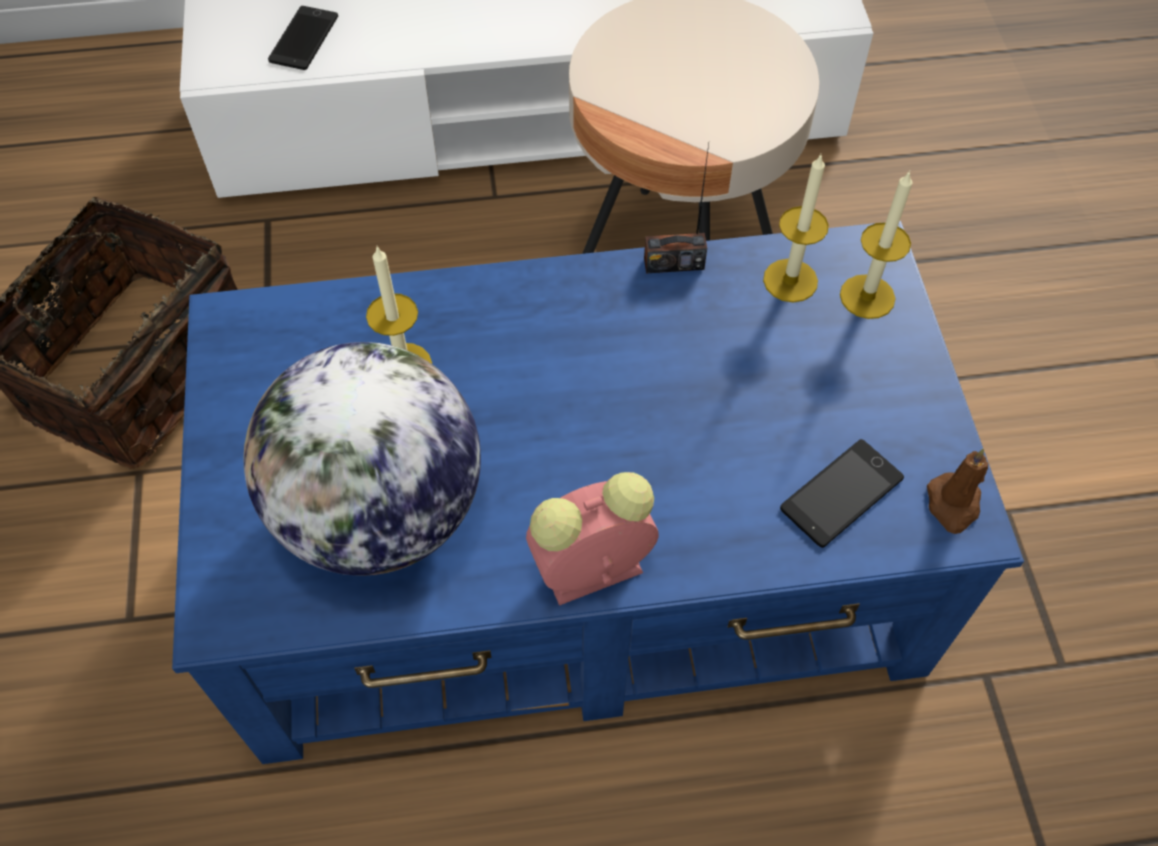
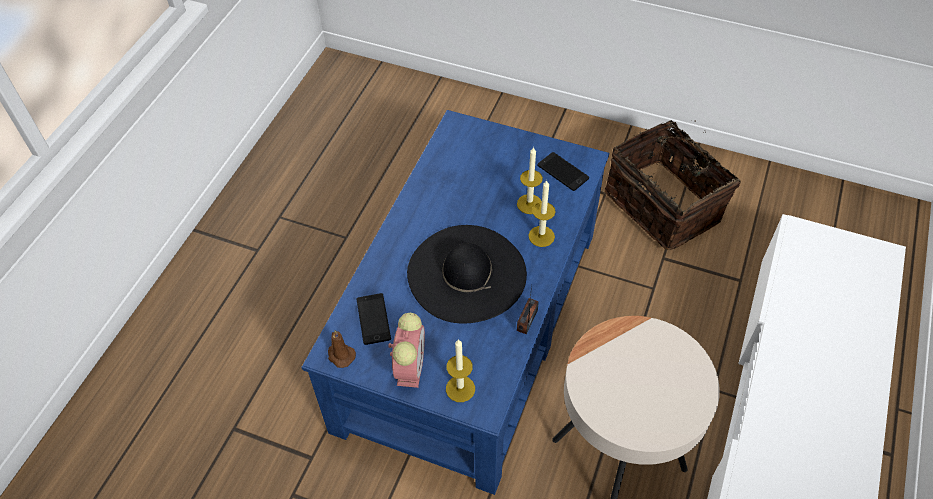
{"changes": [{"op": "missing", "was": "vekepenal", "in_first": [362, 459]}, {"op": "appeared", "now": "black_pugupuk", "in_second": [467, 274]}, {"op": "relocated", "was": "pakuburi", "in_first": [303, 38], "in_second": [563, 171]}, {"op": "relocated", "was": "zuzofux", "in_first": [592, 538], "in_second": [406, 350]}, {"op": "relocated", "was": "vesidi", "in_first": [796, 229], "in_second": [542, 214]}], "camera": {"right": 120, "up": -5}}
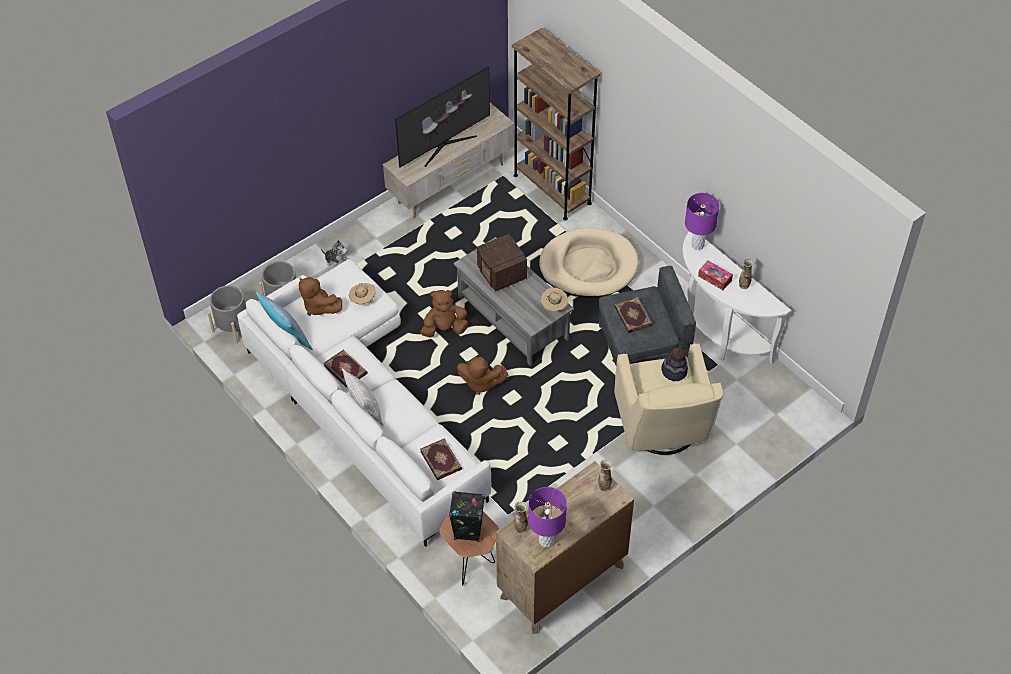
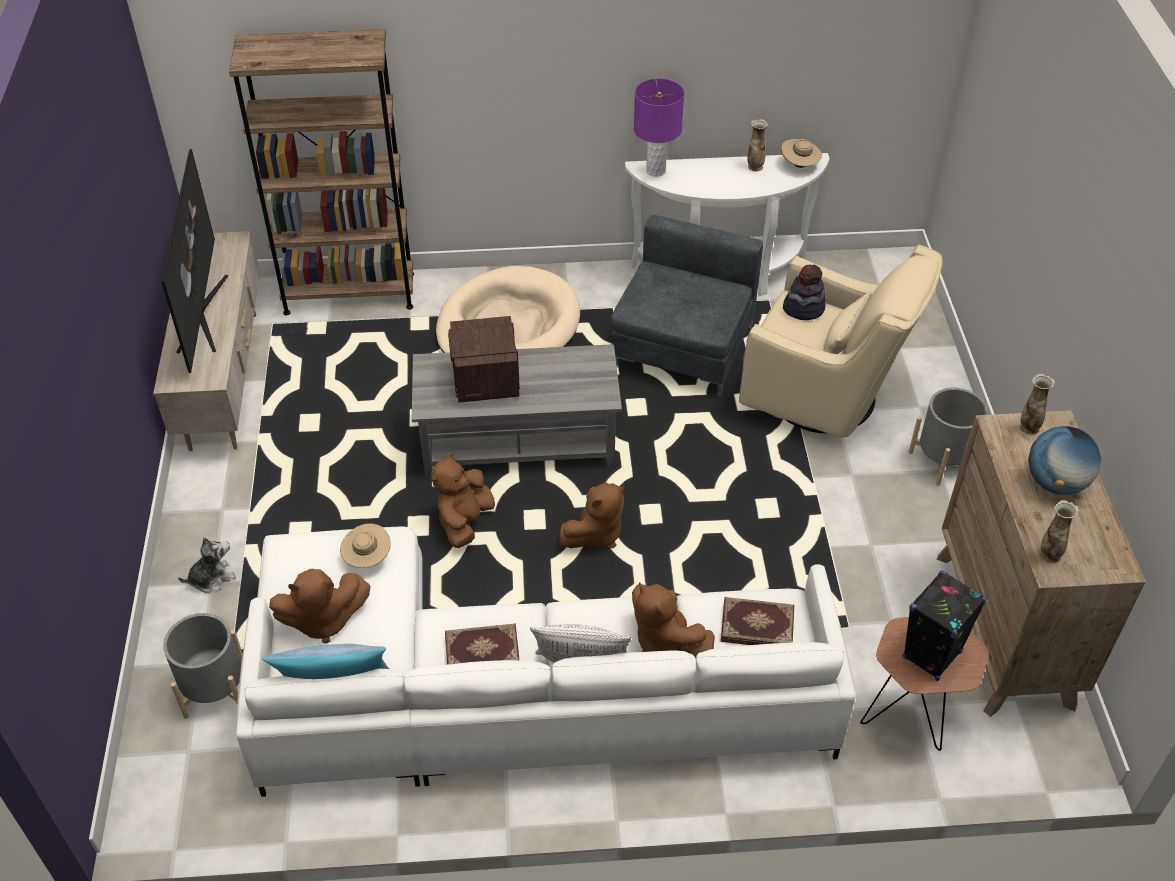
{"changes": [{"op": "missing", "was": "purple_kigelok", "in_first": [547, 517]}, {"op": "missing", "was": "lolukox", "in_first": [633, 315]}, {"op": "missing", "was": "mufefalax", "in_first": [715, 275]}, {"op": "appeared", "now": "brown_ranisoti", "in_second": [673, 620]}, {"op": "appeared", "now": "vekepenal", "in_second": [1064, 460]}, {"op": "relocated", "was": "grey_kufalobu", "in_first": [227, 314], "in_second": [948, 437]}, {"op": "relocated", "was": "beige_pugupuk", "in_first": [554, 299], "in_second": [801, 153]}, {"op": "spun", "was": "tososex", "in_first": [502, 263], "in_second": [484, 359], "clockwise": 75}], "camera": {"right": -55, "up": -5}}
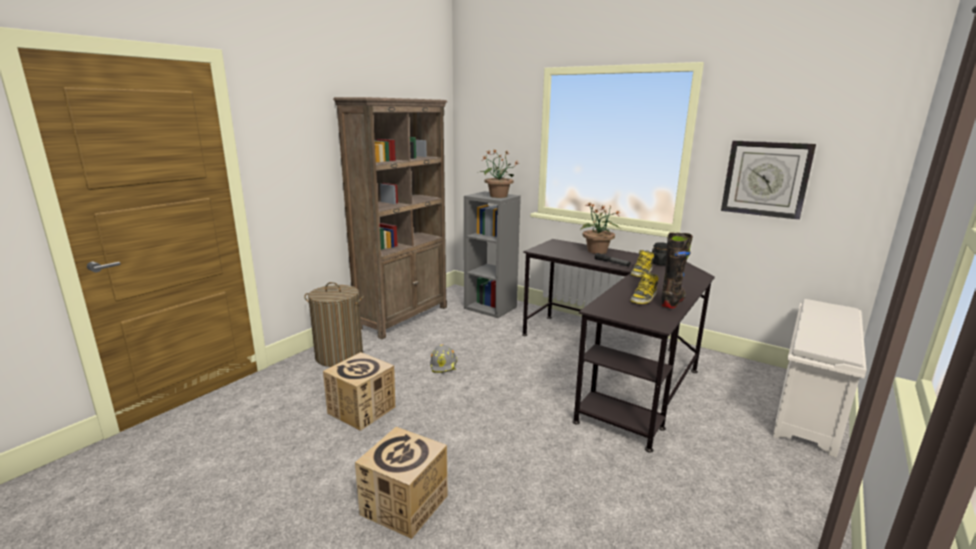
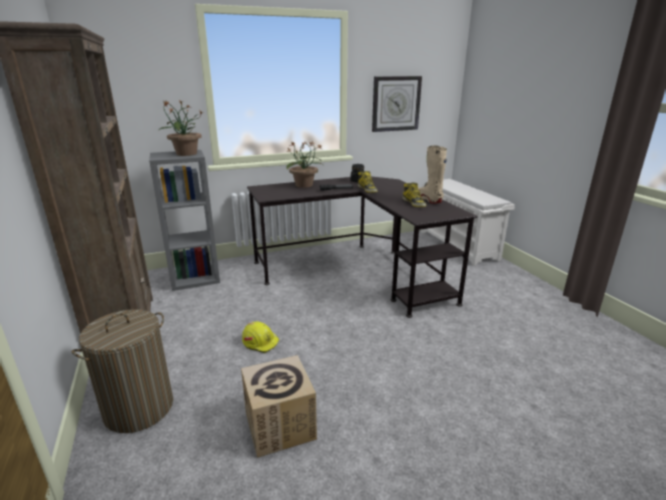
{"changes": [{"op": "missing", "was": "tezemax", "in_first": [401, 483]}, {"op": "colour", "was": "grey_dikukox", "now": "yellow_dikukox", "in_first": [443, 359], "in_second": [260, 337]}, {"op": "colour", "was": "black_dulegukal", "now": "beige_dulegukal", "in_first": [677, 270], "in_second": [432, 174]}], "camera": {"right": -55, "up": 5}}
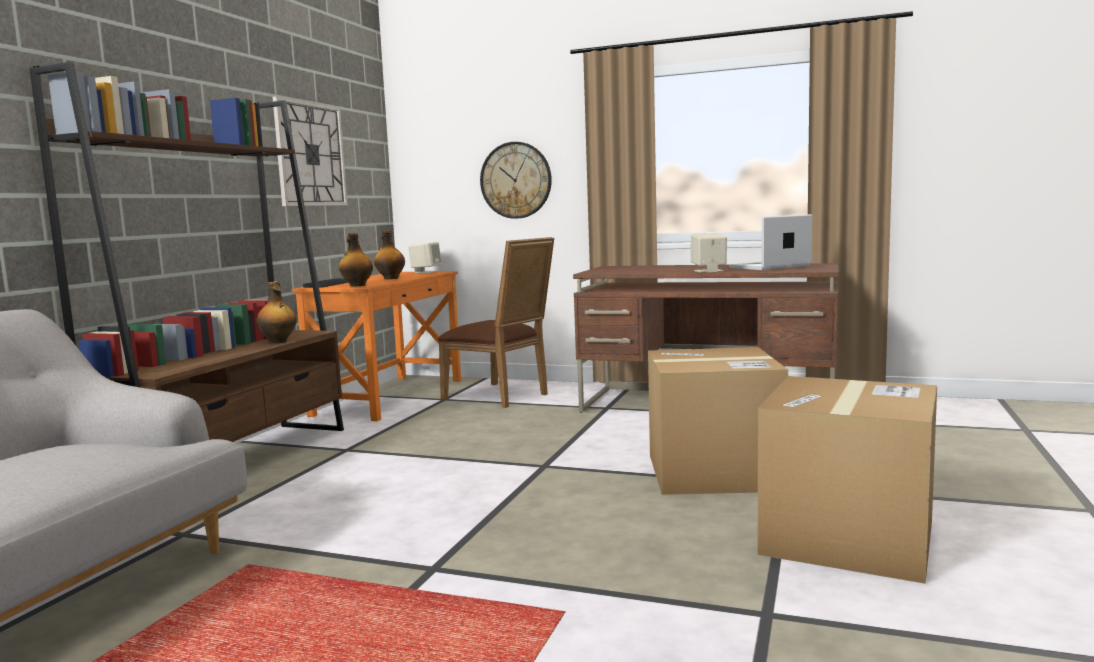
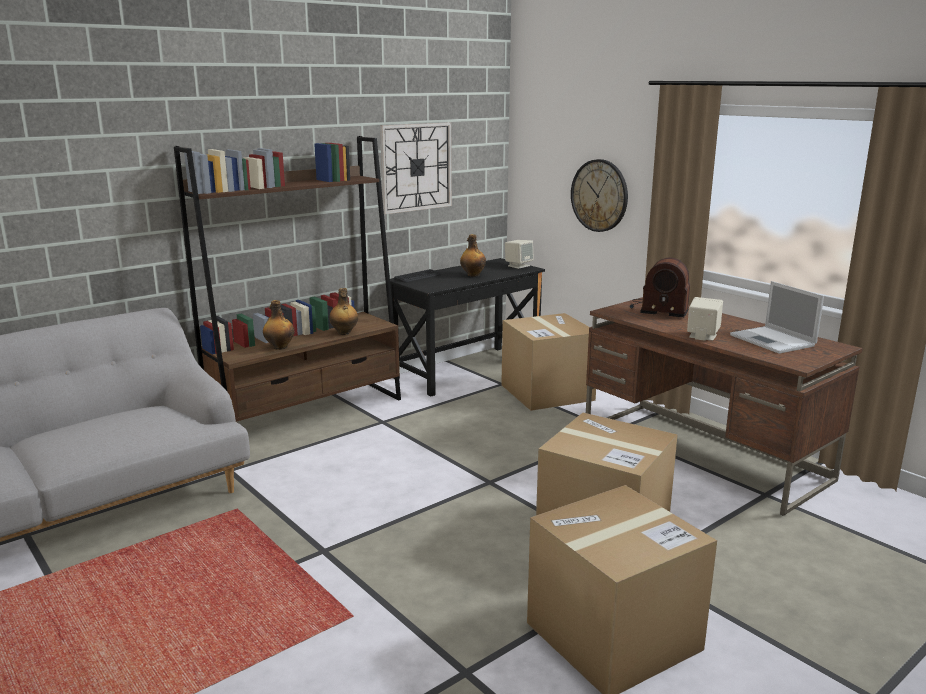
{"changes": [{"op": "appeared", "now": "tososex", "in_second": [660, 287]}, {"op": "relocated", "was": "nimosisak", "in_first": [356, 260], "in_second": [279, 325]}, {"op": "exchanged", "was": "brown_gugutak", "now": "tezemax", "in_first": [496, 322], "in_second": [548, 362]}, {"op": "colour", "was": "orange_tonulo", "now": "black_tonulo", "in_first": [376, 346], "in_second": [467, 327]}, {"op": "spun", "was": "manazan", "in_first": [770, 242], "in_second": [777, 317], "clockwise": -120}], "camera": {"right": 30, "up": 10}}
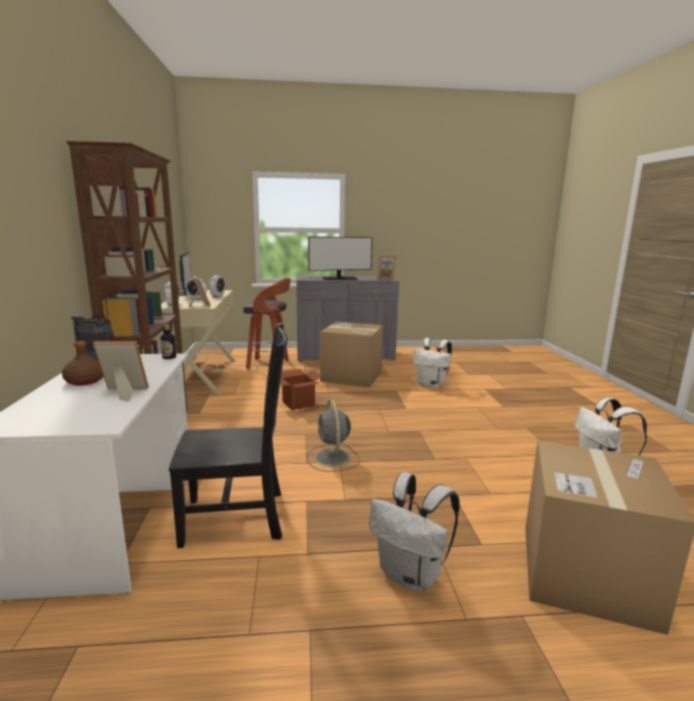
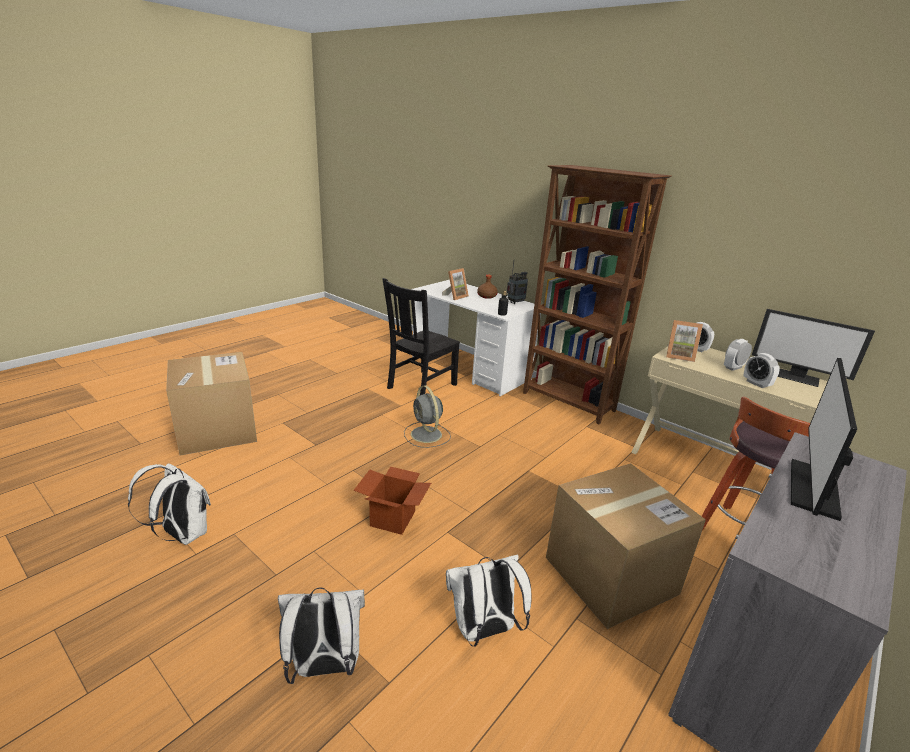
{"changes": [{"op": "missing", "was": "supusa", "in_first": [386, 267]}, {"op": "relocated", "was": "tezemax", "in_first": [301, 389], "in_second": [392, 501]}, {"op": "relocated", "was": "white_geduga", "in_first": [414, 532], "in_second": [321, 635]}, {"op": "spun", "was": "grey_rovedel", "in_first": [333, 436], "in_second": [427, 416], "clockwise": -150}], "camera": {"right": 135, "up": 10}}
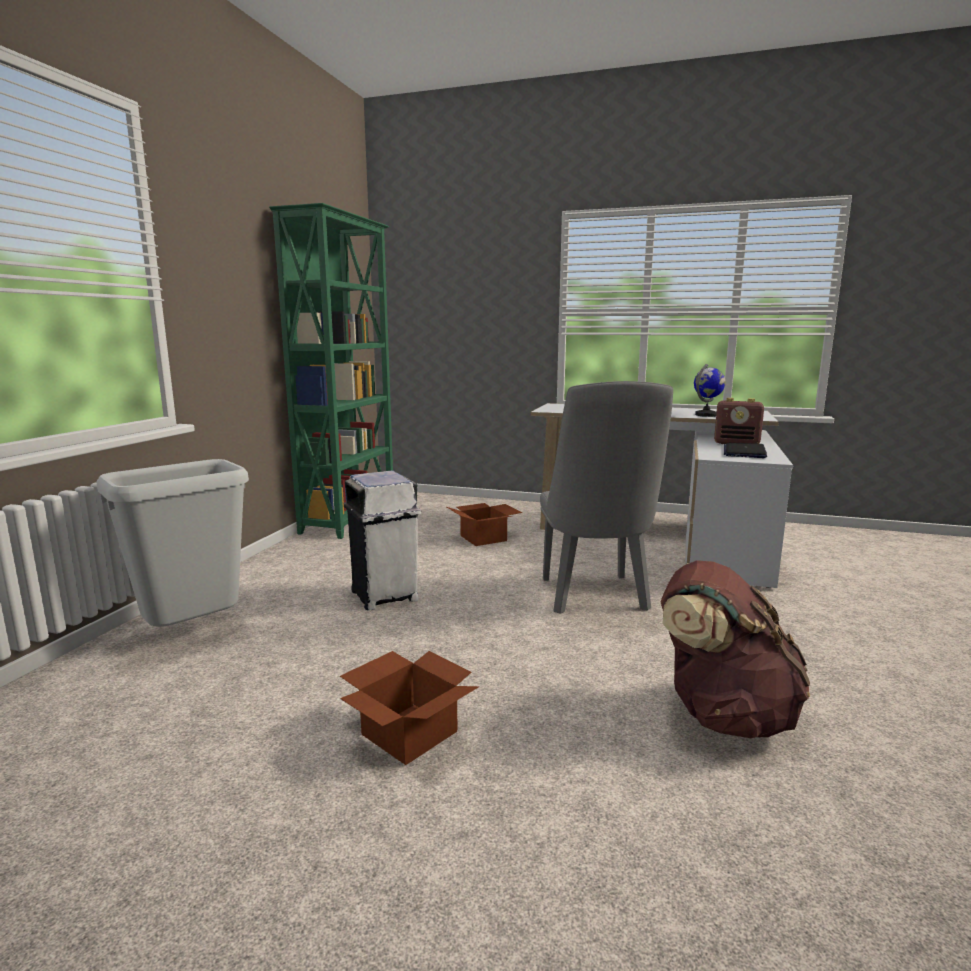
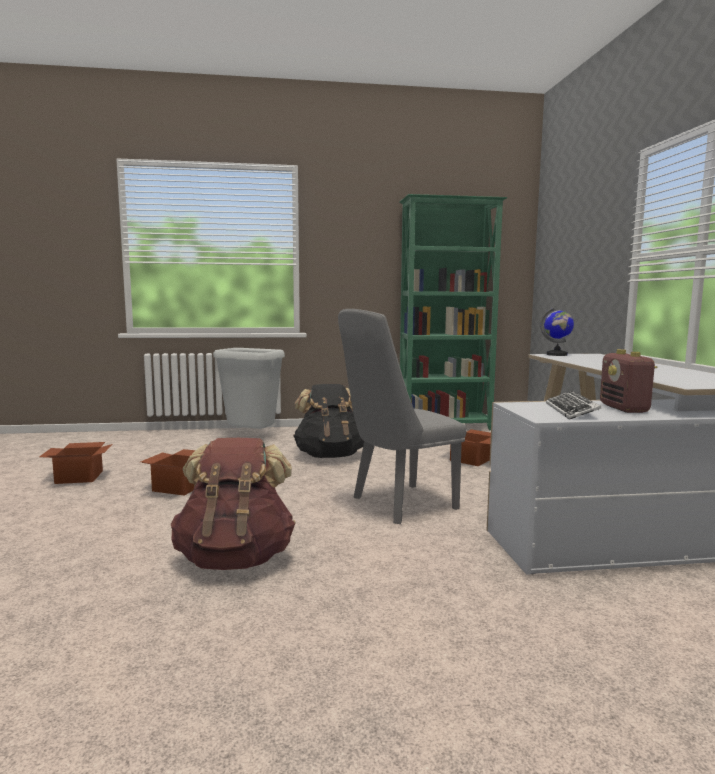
{"changes": [{"op": "appeared", "now": "tezemax", "in_second": [76, 463]}, {"op": "relocated", "was": "vekepenal", "in_first": [710, 390], "in_second": [557, 331]}, {"op": "exchanged", "was": "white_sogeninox", "now": "black_geduga", "in_first": [382, 541], "in_second": [328, 421]}, {"op": "exchanged", "was": "manazan", "now": "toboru", "in_first": [745, 450], "in_second": [573, 405]}], "camera": {"right": 65, "up": -5}}
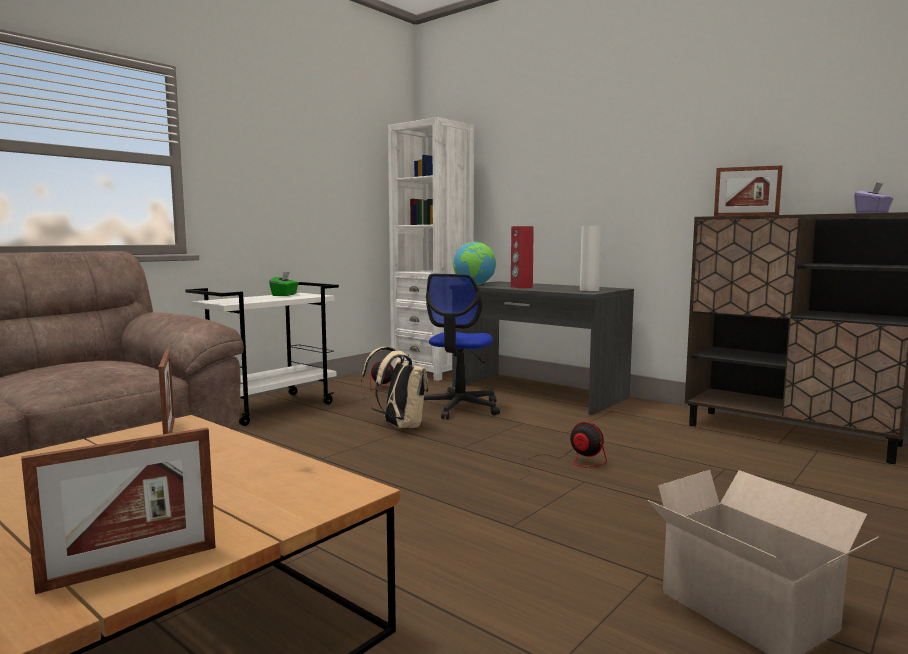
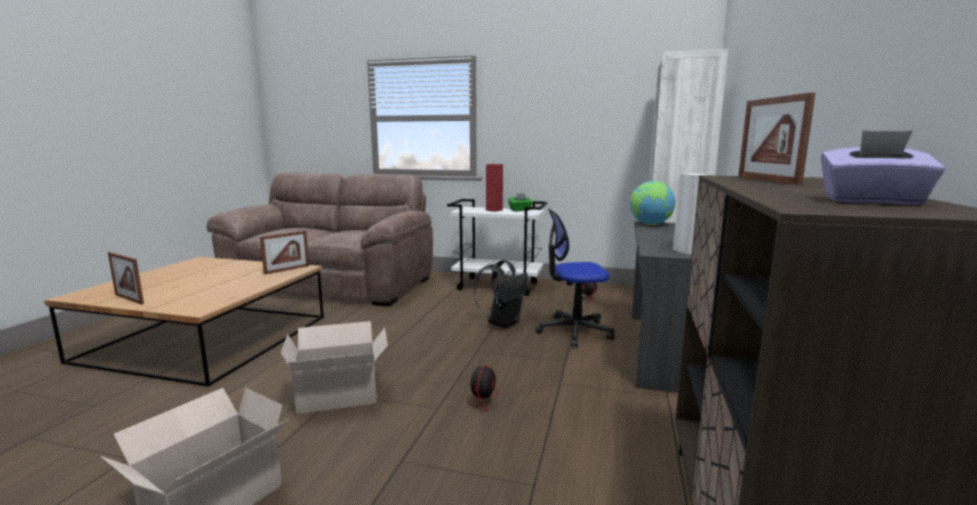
{"changes": [{"op": "appeared", "now": "tezemax", "in_second": [334, 367]}, {"op": "relocated", "was": "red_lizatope", "in_first": [522, 257], "in_second": [494, 188]}, {"op": "colour", "was": "beige_geduga", "now": "black_geduga", "in_first": [394, 387], "in_second": [501, 294]}], "camera": {"right": 65, "up": 5}}
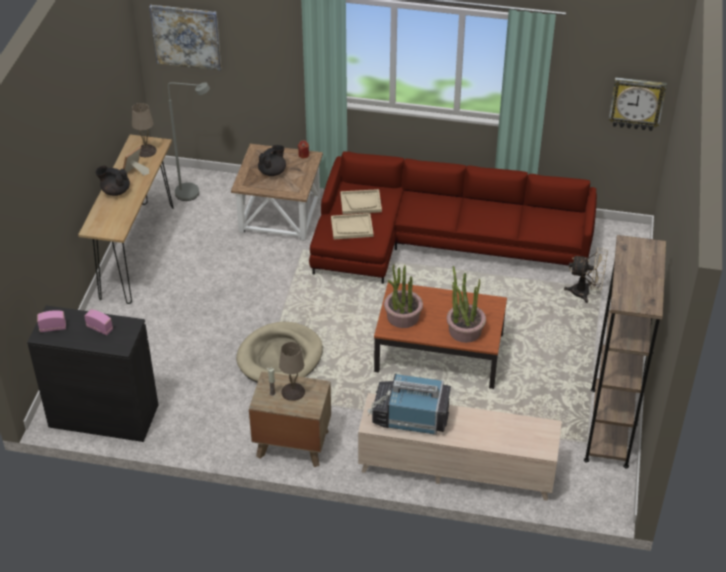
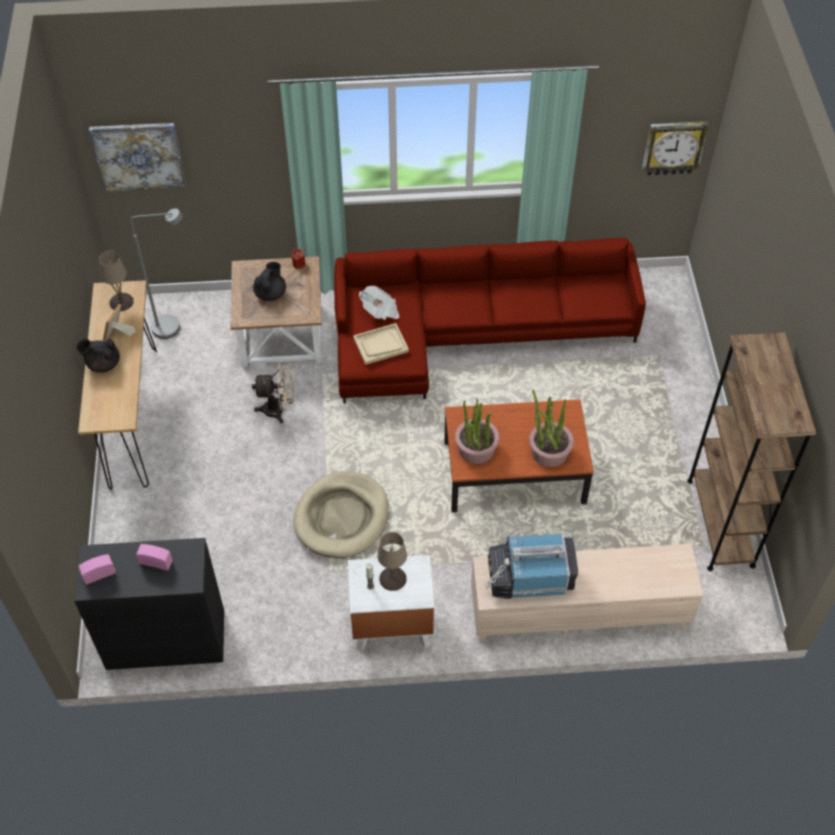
{"changes": [{"op": "relocated", "was": "beige_rovedel", "in_first": [586, 275], "in_second": [273, 392]}, {"op": "exchanged", "was": "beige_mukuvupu", "now": "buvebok", "in_first": [361, 201], "in_second": [379, 303]}, {"op": "colour", "was": "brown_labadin", "now": "white_labadin", "in_first": [290, 419], "in_second": [391, 603]}], "camera": {"right": -15, "up": 10}}
